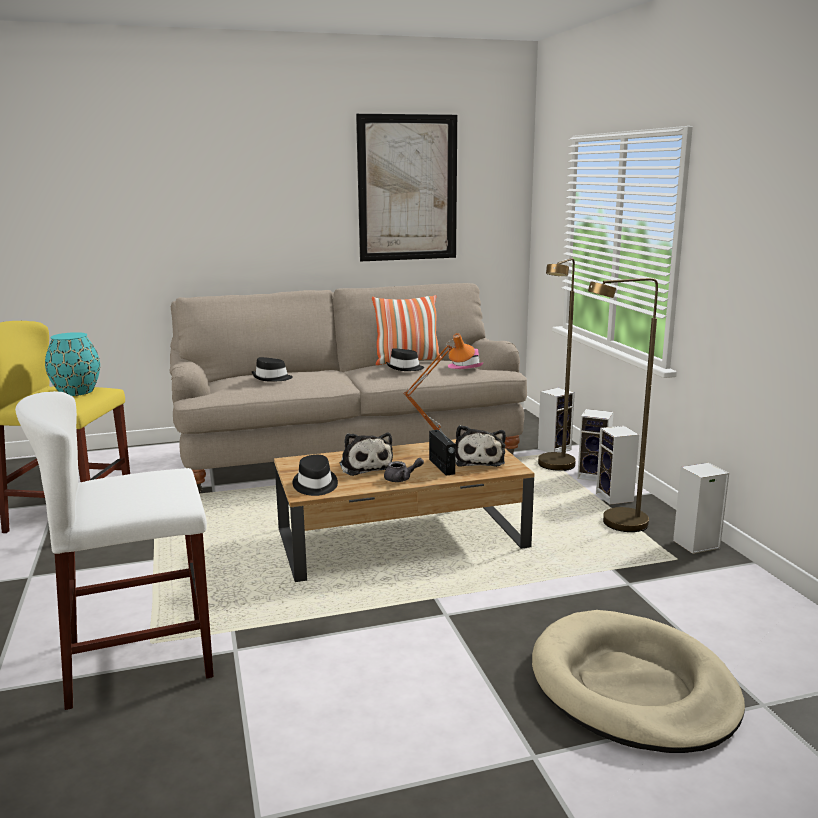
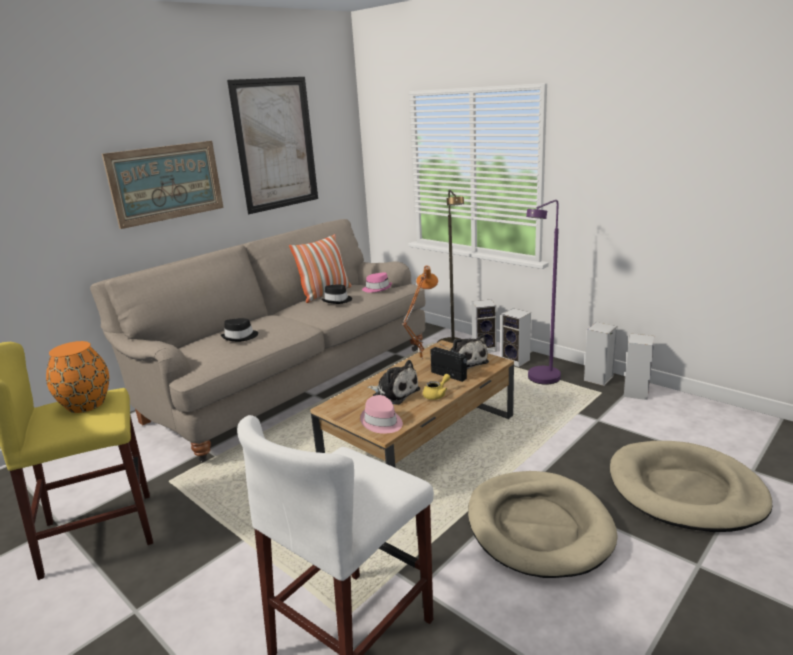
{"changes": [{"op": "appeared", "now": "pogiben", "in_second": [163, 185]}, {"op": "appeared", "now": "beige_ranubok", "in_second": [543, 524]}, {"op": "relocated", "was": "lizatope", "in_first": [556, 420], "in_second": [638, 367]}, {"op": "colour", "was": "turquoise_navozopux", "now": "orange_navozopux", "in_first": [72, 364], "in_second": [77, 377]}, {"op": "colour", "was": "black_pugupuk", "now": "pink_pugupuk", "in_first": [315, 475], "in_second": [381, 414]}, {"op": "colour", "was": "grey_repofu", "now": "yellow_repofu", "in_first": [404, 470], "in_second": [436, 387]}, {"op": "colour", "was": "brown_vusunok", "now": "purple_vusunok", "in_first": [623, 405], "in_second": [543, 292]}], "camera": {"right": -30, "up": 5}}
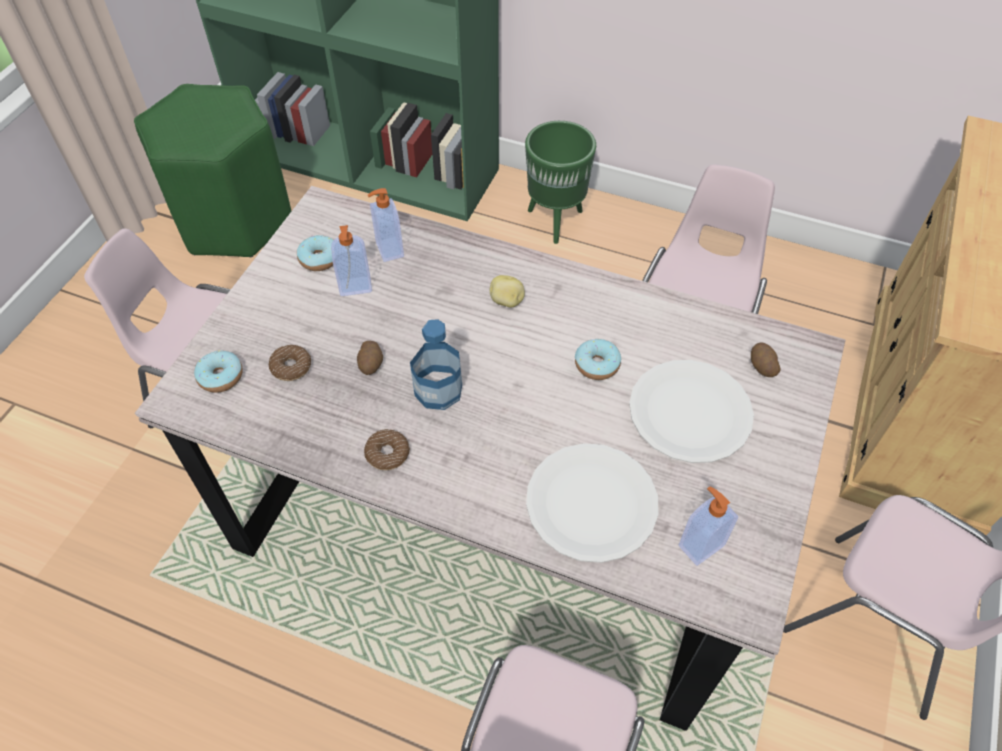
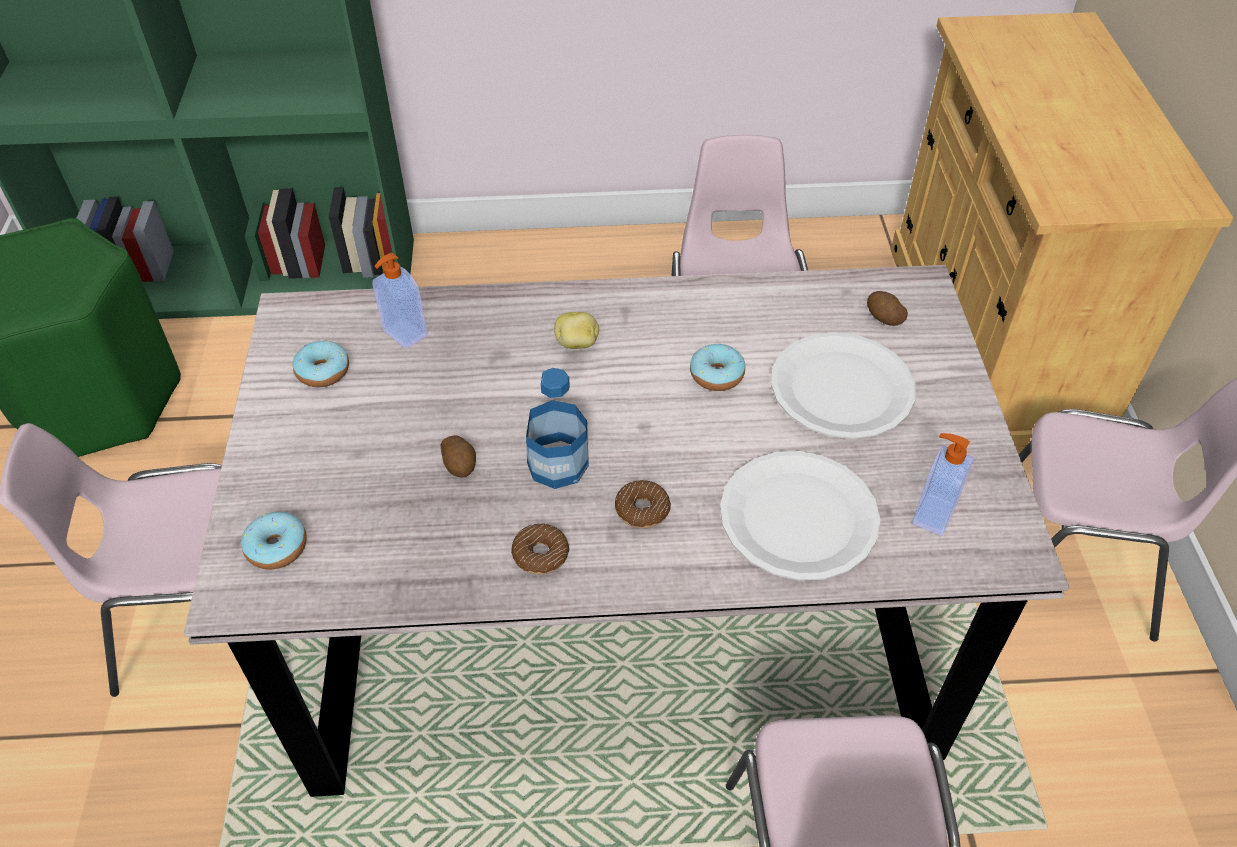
{"changes": [{"op": "missing", "was": "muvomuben", "in_first": [351, 260]}, {"op": "missing", "was": "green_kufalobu", "in_first": [560, 182]}, {"op": "relocated", "was": "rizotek", "in_first": [290, 363], "in_second": [643, 504]}], "camera": {"right": -25, "up": -5}}
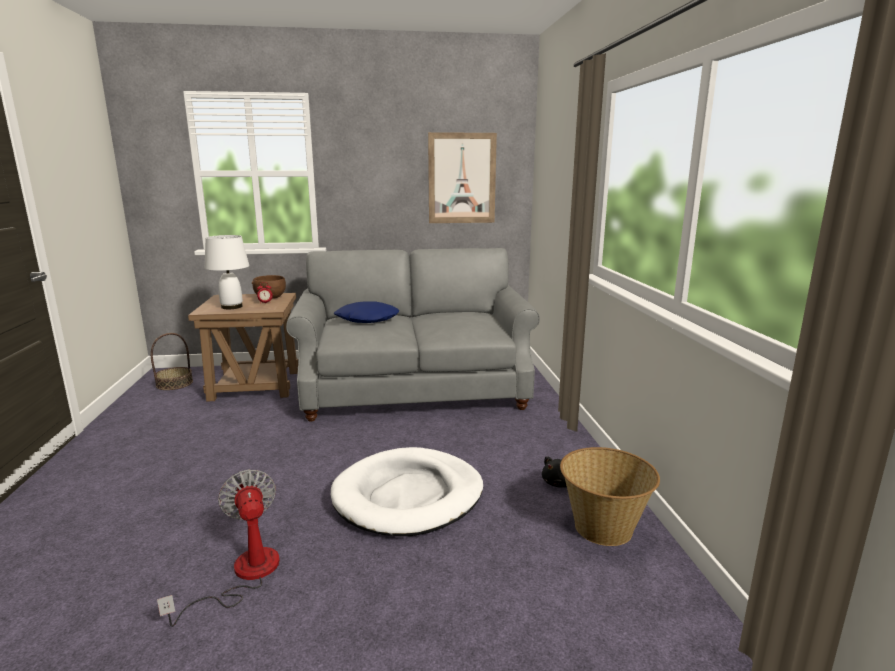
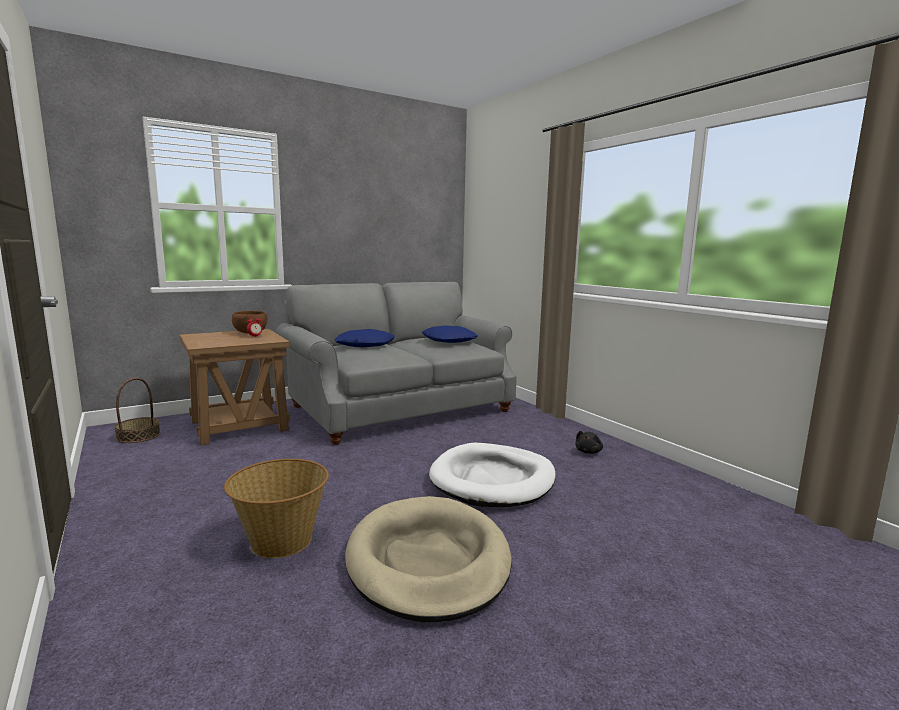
{"changes": [{"op": "missing", "was": "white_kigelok", "in_first": [227, 272]}, {"op": "missing", "was": "pogiben", "in_first": [462, 177]}, {"op": "appeared", "now": "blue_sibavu", "in_second": [450, 334]}, {"op": "relocated", "was": "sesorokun", "in_first": [610, 496], "in_second": [276, 508]}, {"op": "exchanged", "was": "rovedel", "now": "beige_ranubok", "in_first": [218, 548], "in_second": [428, 559]}], "camera": {"right": -25, "up": -5}}
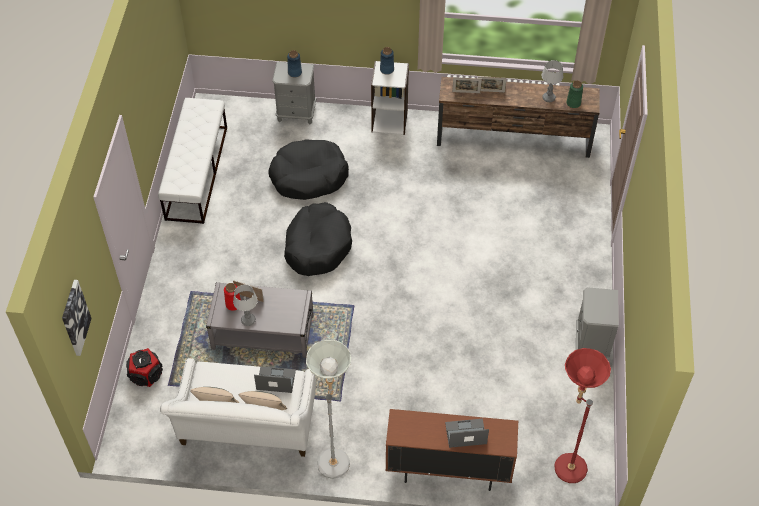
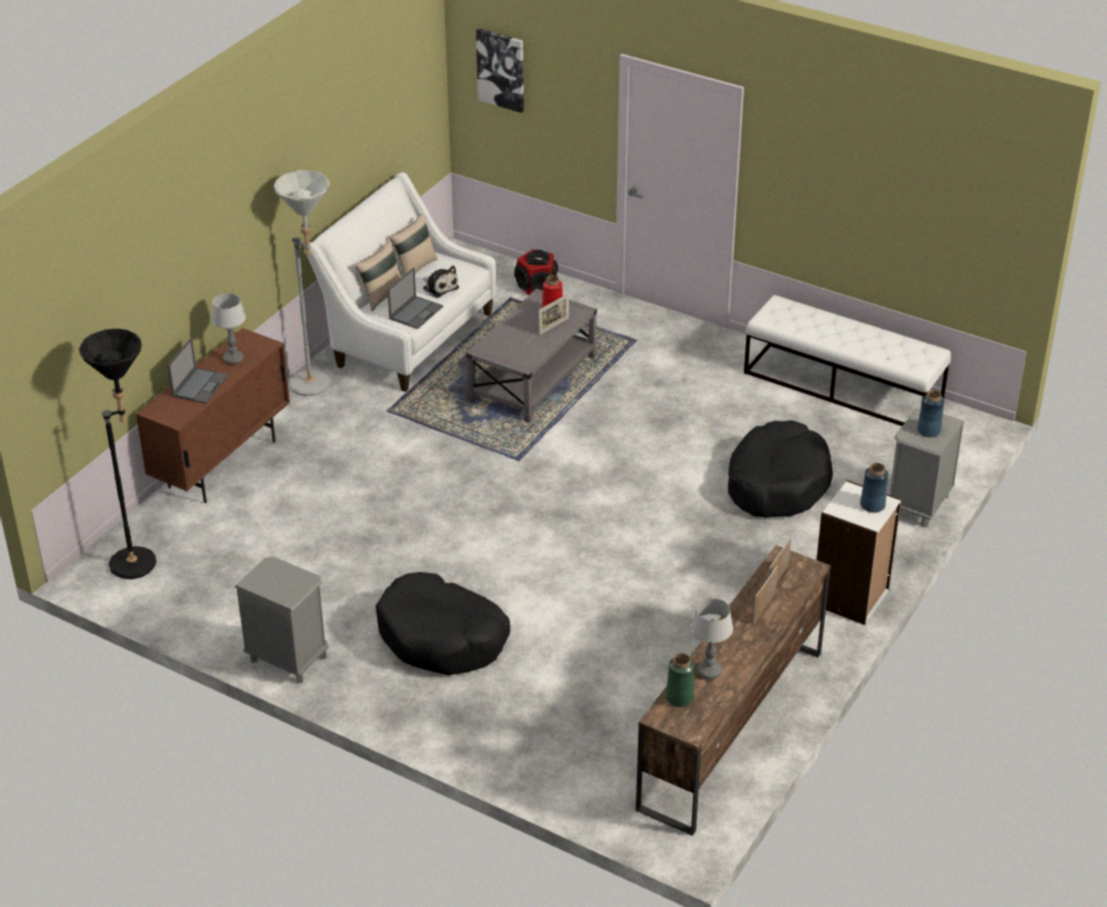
{"changes": [{"op": "appeared", "now": "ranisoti", "in_second": [441, 281]}, {"op": "relocated", "was": "kigelok", "in_first": [245, 305], "in_second": [228, 328]}, {"op": "relocated", "was": "black_ranubok", "in_first": [318, 239], "in_second": [442, 623]}, {"op": "colour", "was": "red_vusunok", "now": "black_vusunok", "in_first": [582, 415], "in_second": [118, 454]}], "camera": {"right": 115, "up": -15}}
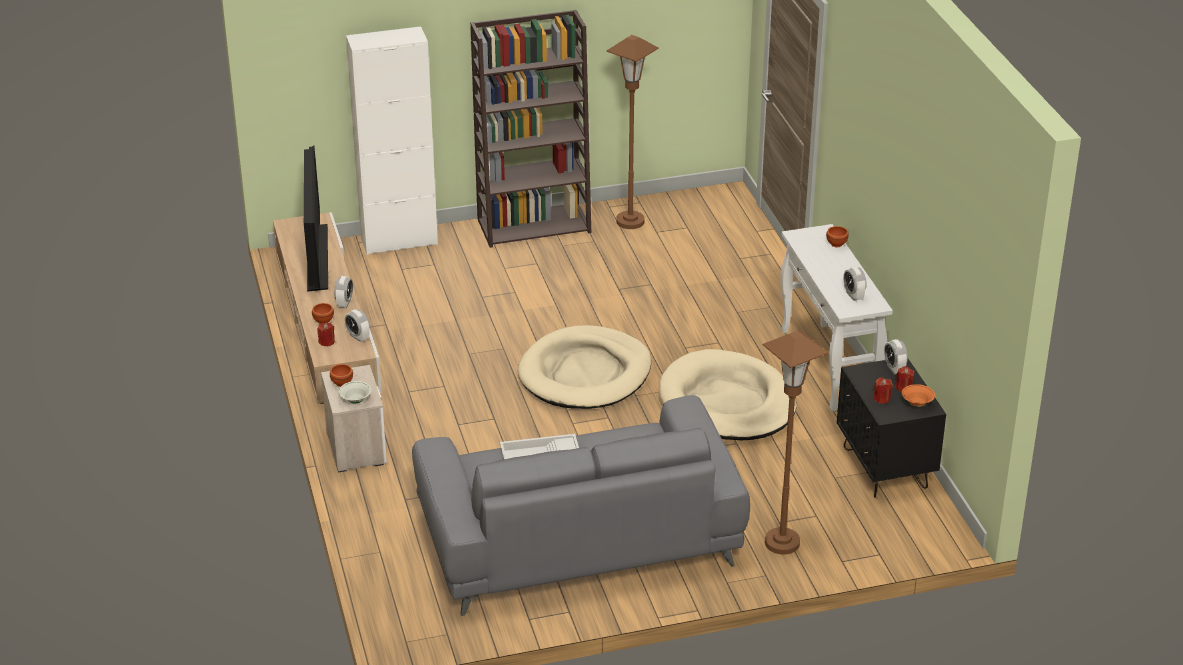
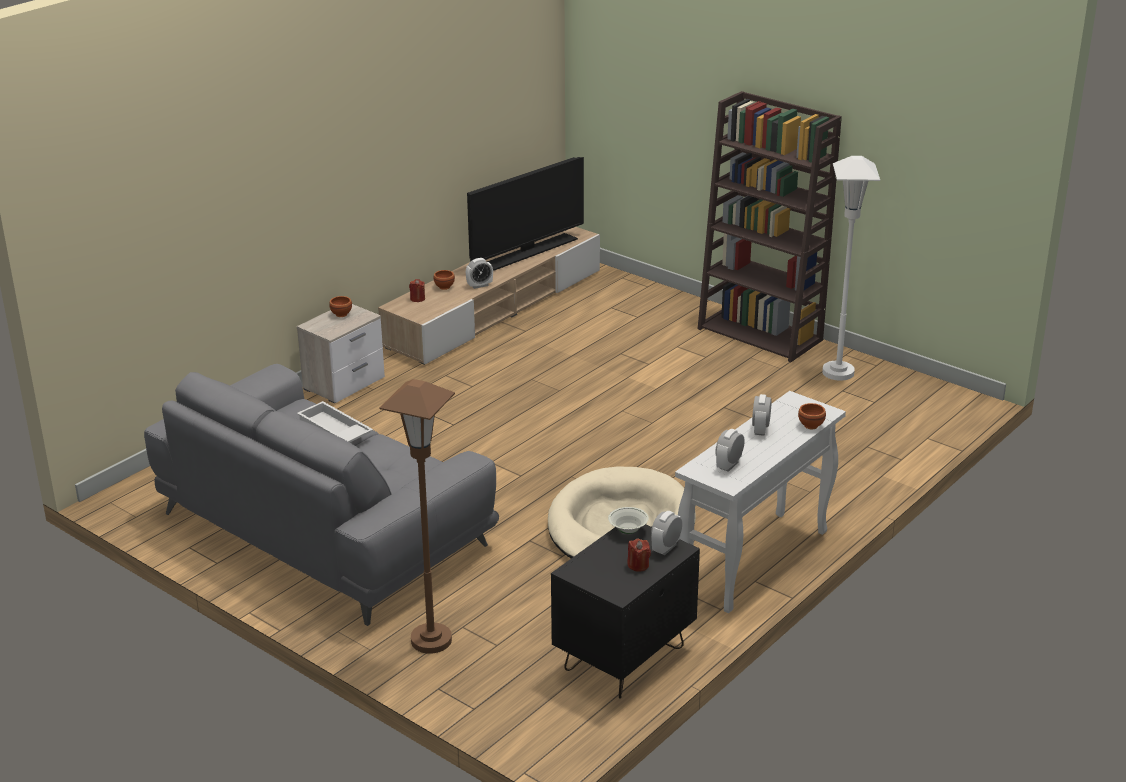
{"changes": [{"op": "missing", "was": "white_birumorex", "in_first": [392, 140]}, {"op": "missing", "was": "beige_ranubok", "in_first": [584, 367]}, {"op": "missing", "was": "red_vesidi", "in_first": [883, 390]}, {"op": "missing", "was": "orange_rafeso", "in_first": [918, 395]}, {"op": "relocated", "was": "white_rafeso", "in_first": [355, 392], "in_second": [628, 520]}, {"op": "relocated", "was": "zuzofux", "in_first": [357, 325], "in_second": [762, 415]}, {"op": "colour", "was": "brown_vusunok", "now": "white_vusunok", "in_first": [632, 132], "in_second": [851, 268]}], "camera": {"right": 55, "up": -5}}
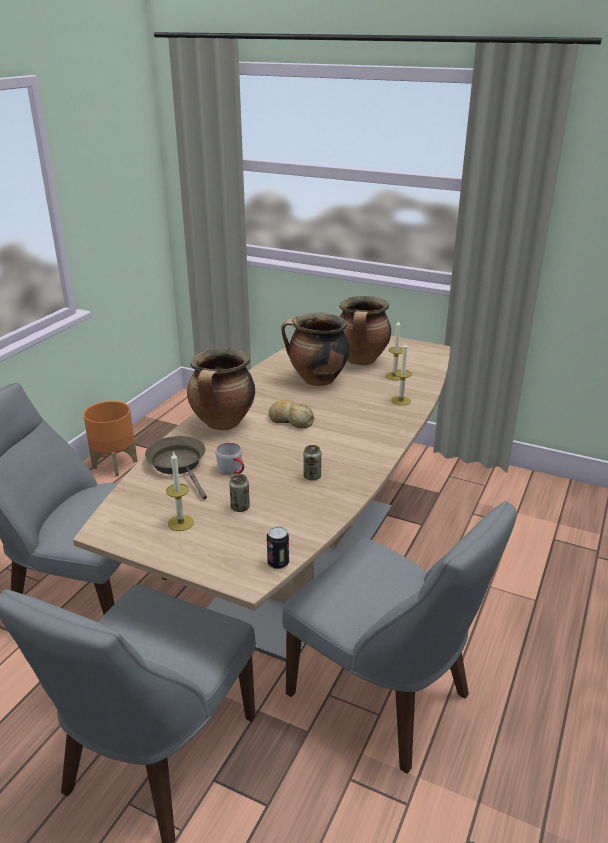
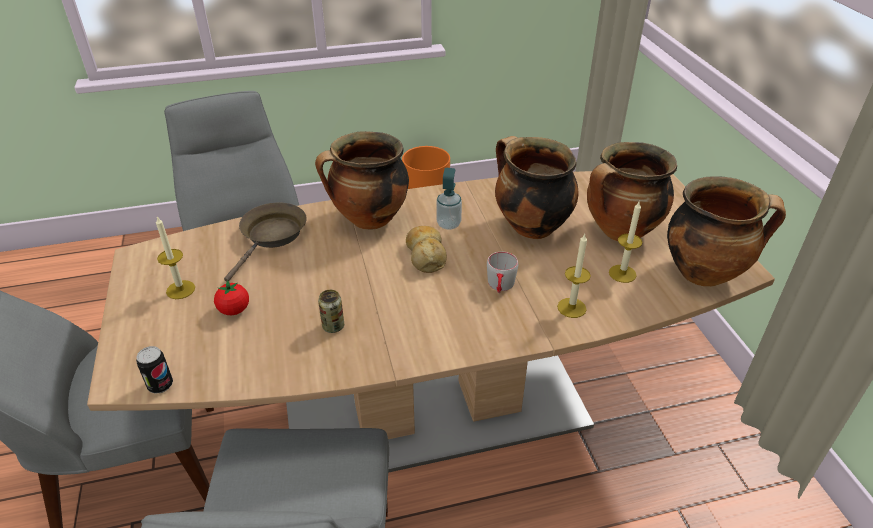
{"changes": [{"op": "appeared", "now": "muvomuben", "in_second": [449, 199]}, {"op": "appeared", "now": "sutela", "in_second": [726, 231]}, {"op": "relocated", "was": "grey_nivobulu", "in_first": [230, 458], "in_second": [502, 272]}, {"op": "exchanged", "was": "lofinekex", "now": "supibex", "in_first": [239, 493], "in_second": [231, 297]}], "camera": {"right": 50, "up": 10}}
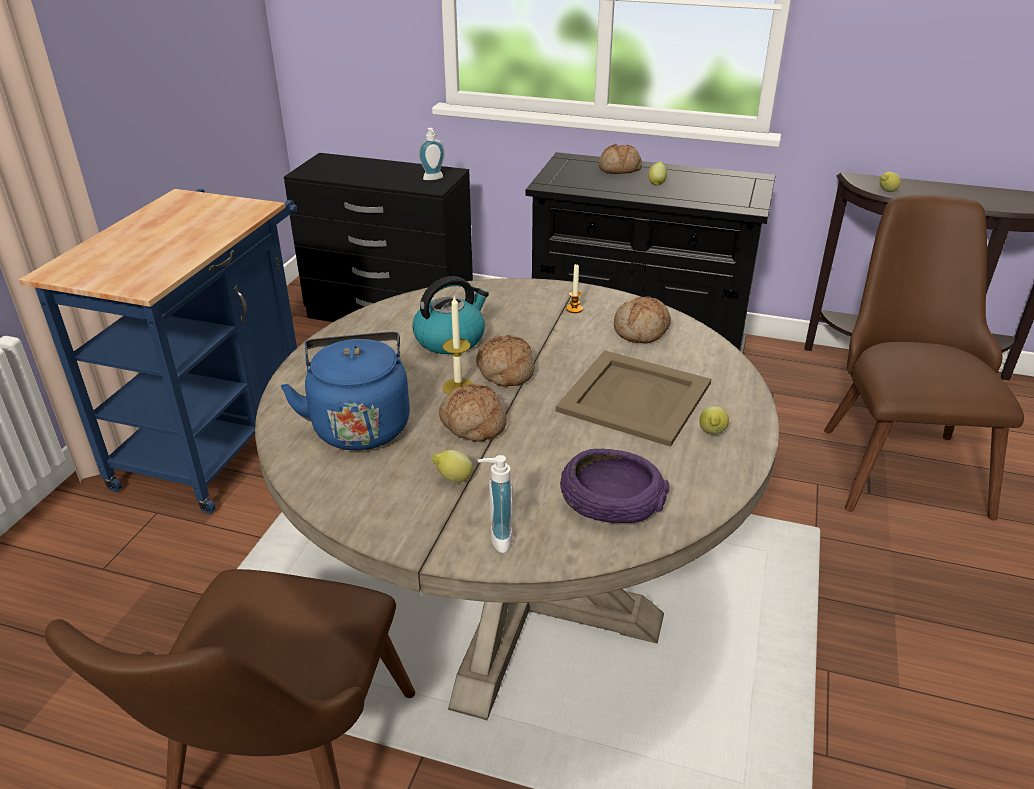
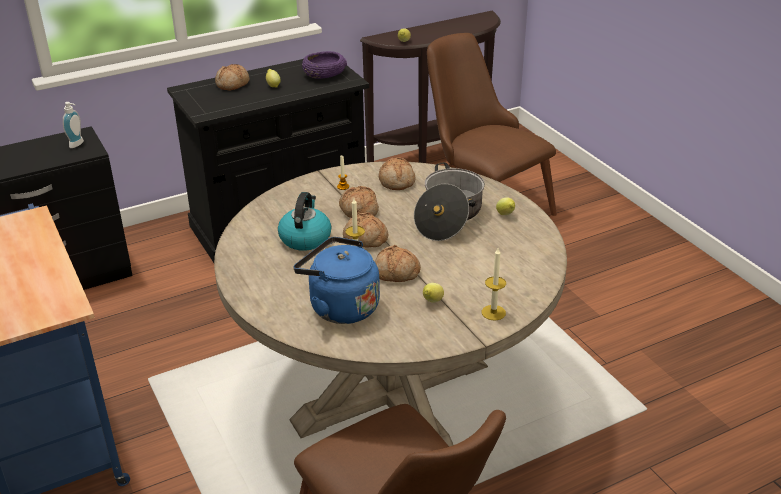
{"changes": [{"op": "appeared", "now": "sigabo", "in_second": [359, 202]}, {"op": "relocated", "was": "purple_rafeso", "in_first": [615, 486], "in_second": [324, 65]}, {"op": "exchanged", "was": "muvomuben", "now": "vesidi", "in_first": [495, 504], "in_second": [494, 284]}, {"op": "exchanged", "was": "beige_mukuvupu", "now": "sutela", "in_first": [633, 398], "in_second": [449, 201]}], "camera": {"right": -45, "up": 0}}
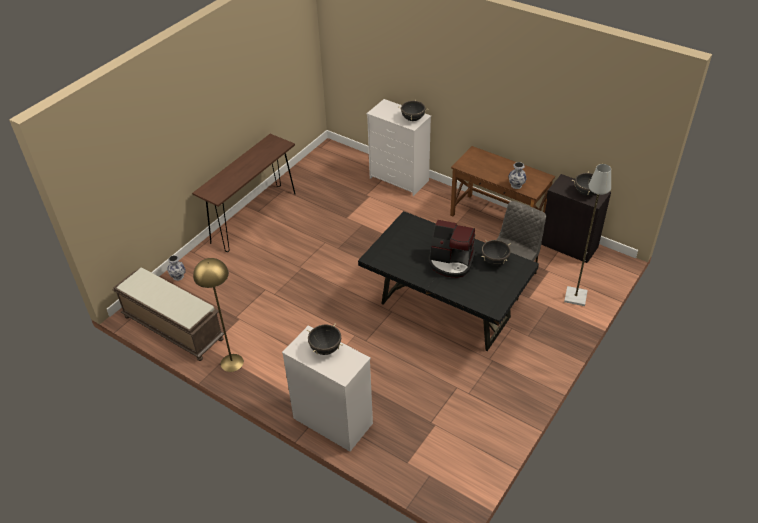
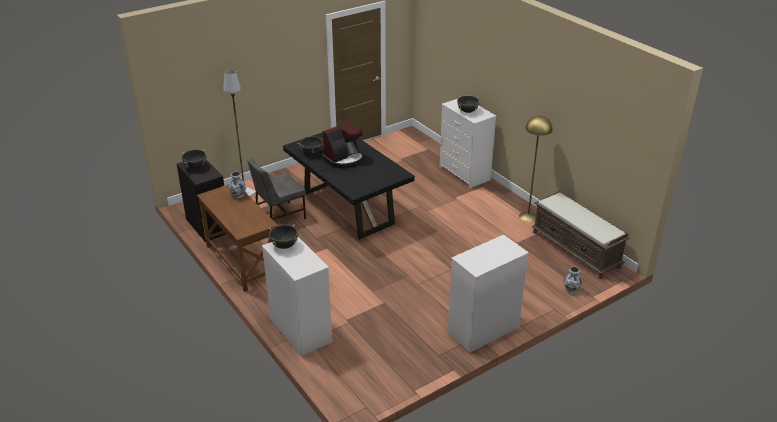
{"changes": [{"op": "exchanged", "was": "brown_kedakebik", "now": "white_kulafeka", "in_first": [244, 193], "in_second": [488, 294]}, {"op": "spun", "was": "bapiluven", "in_first": [451, 249], "in_second": [343, 146], "clockwise": 105}], "camera": {"right": -160, "up": -10}}
